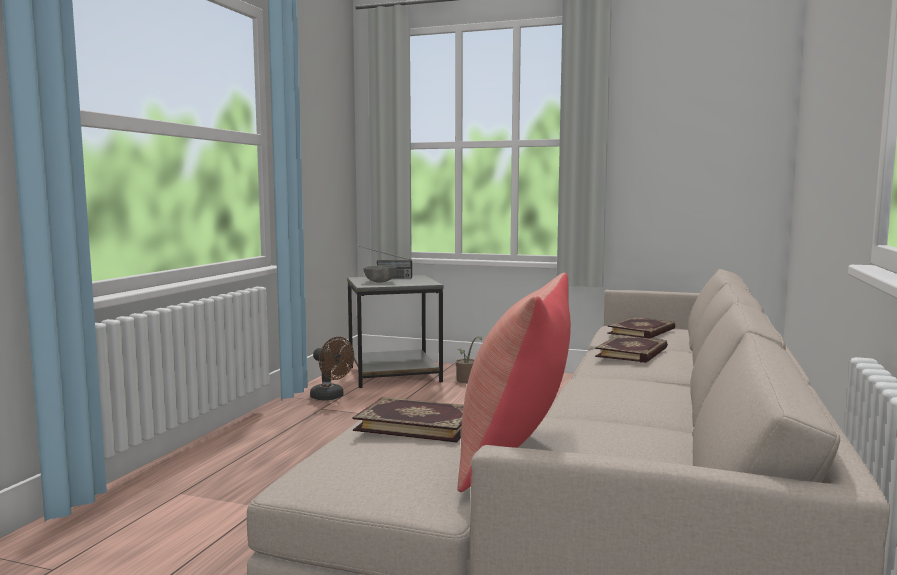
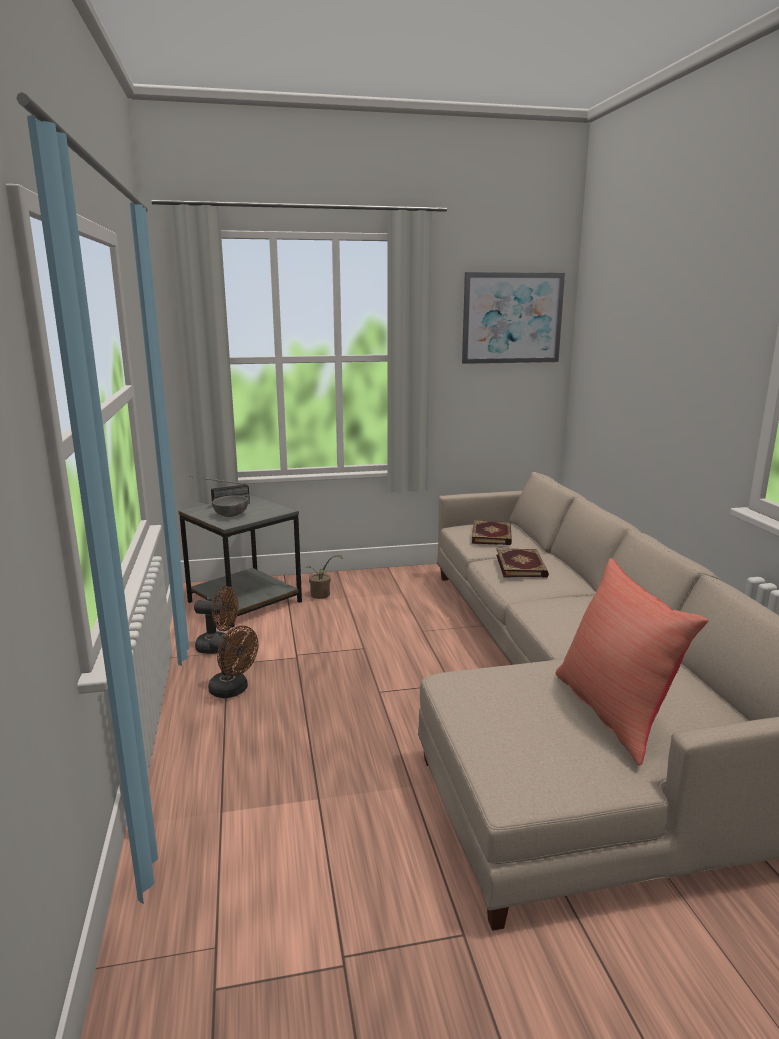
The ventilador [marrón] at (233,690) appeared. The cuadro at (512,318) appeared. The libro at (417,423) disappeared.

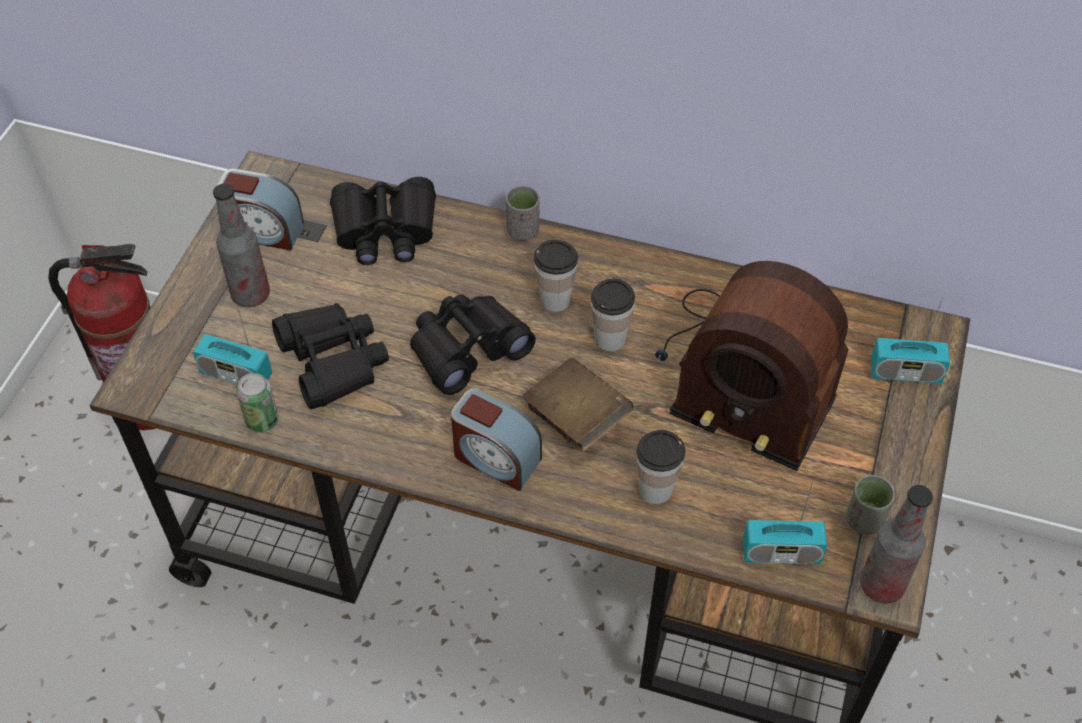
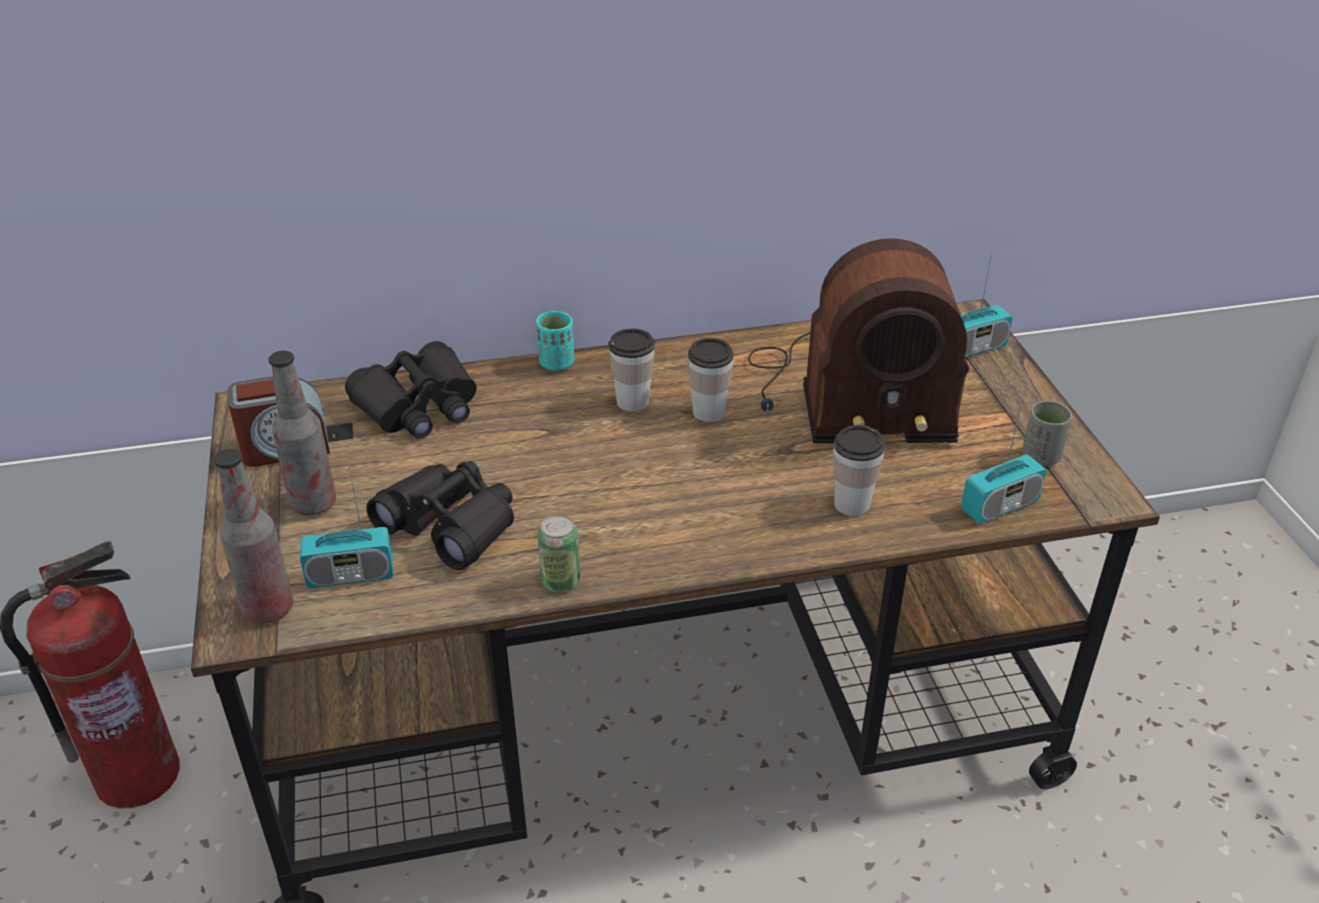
The botella moved from (881,585) to (268,609). The taza [gris] at (523,231) became the taza [turquesa] at (556,363). The lata moved from (262,421) to (561,581). The prismáticos [negro] at (467,349) disappeared. The despertador at (495,458) disappeared. The libro [marrón] at (576,418) disappeared.

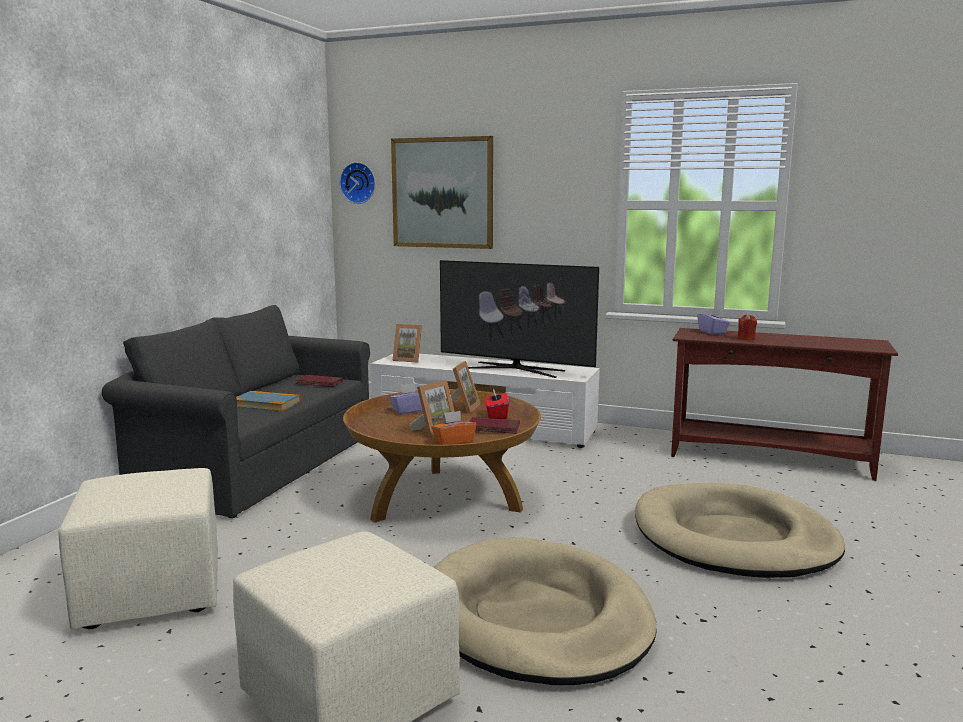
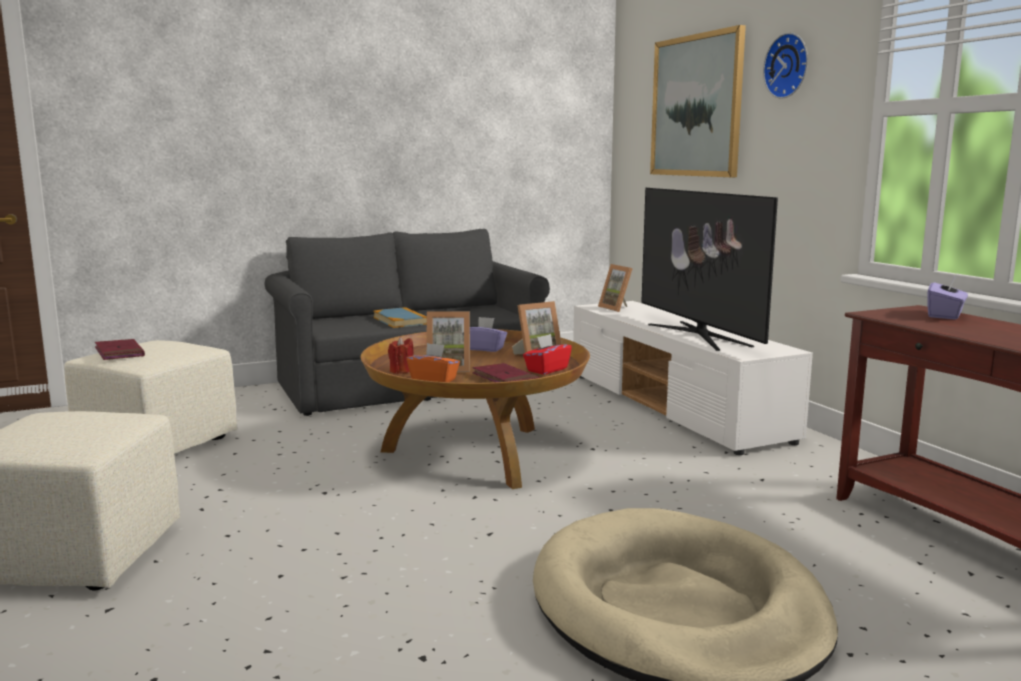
The libro [rojo] moved from (319,383) to (119,353). The vela [rojo] moved from (746,339) to (401,371). The reloj de pared moved from (359,183) to (789,66). The cama para perro [beis] at (536,617) disappeared.

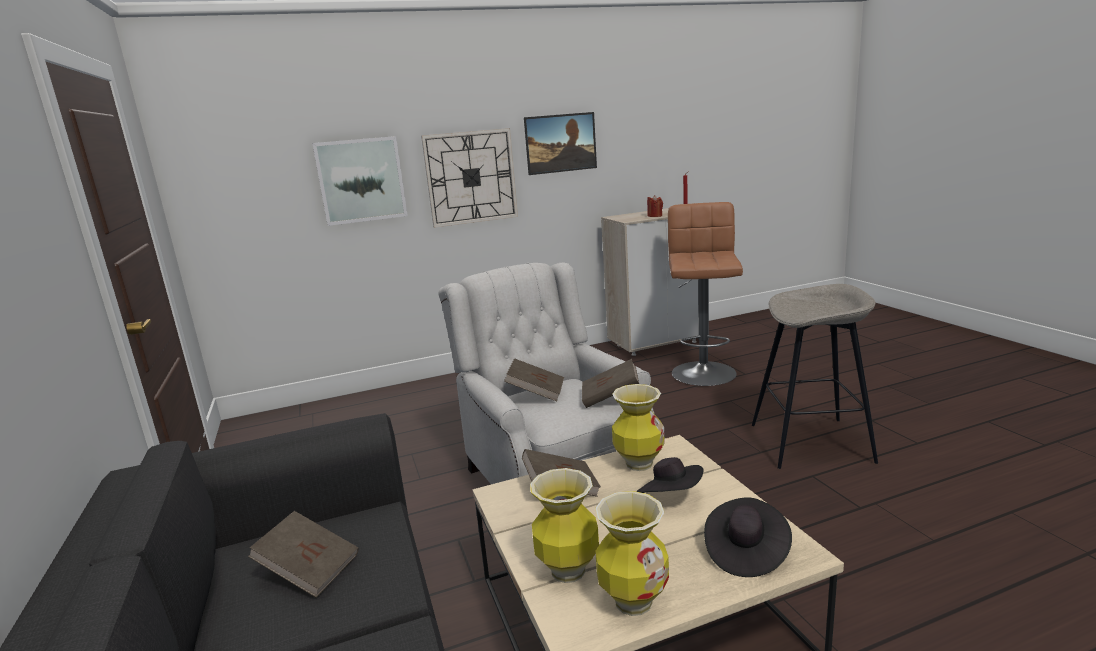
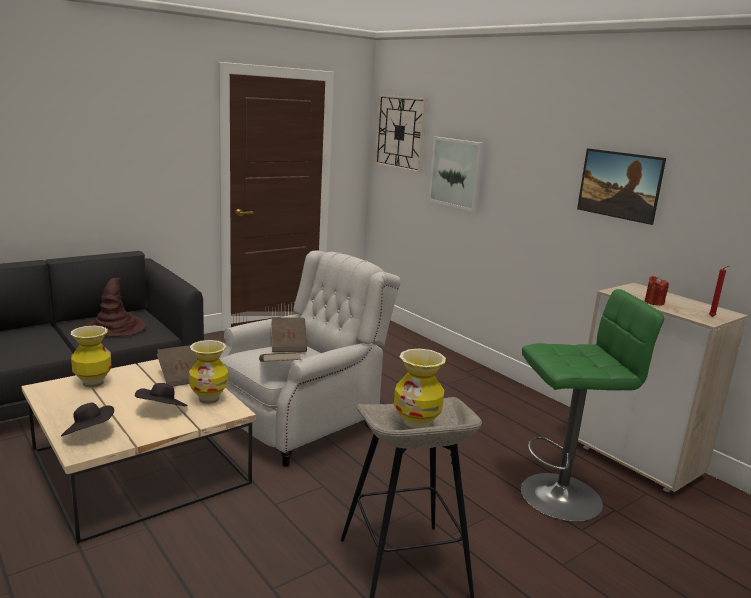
The libro [marrón] at (309,569) was replaced by the sombrero [marrón] at (115,327). The reloj de pared moved from (471,177) to (400,132). The florero moved from (633,601) to (416,426). The taburete [marrón] at (704,373) became the taburete [verde] at (562,497).

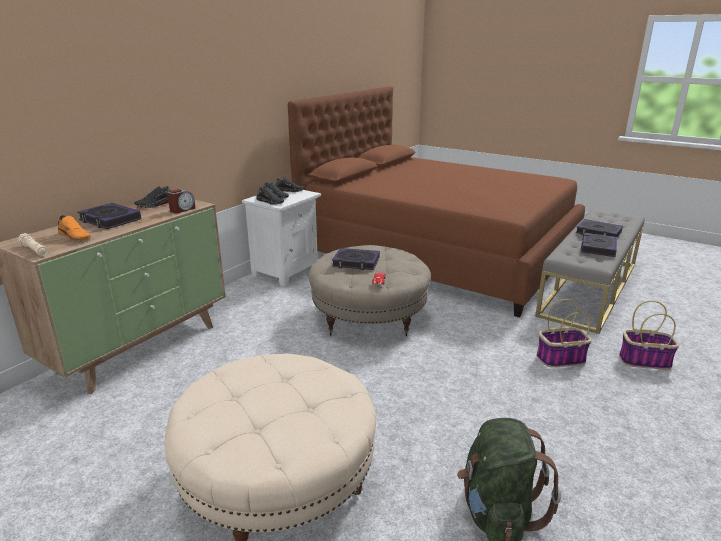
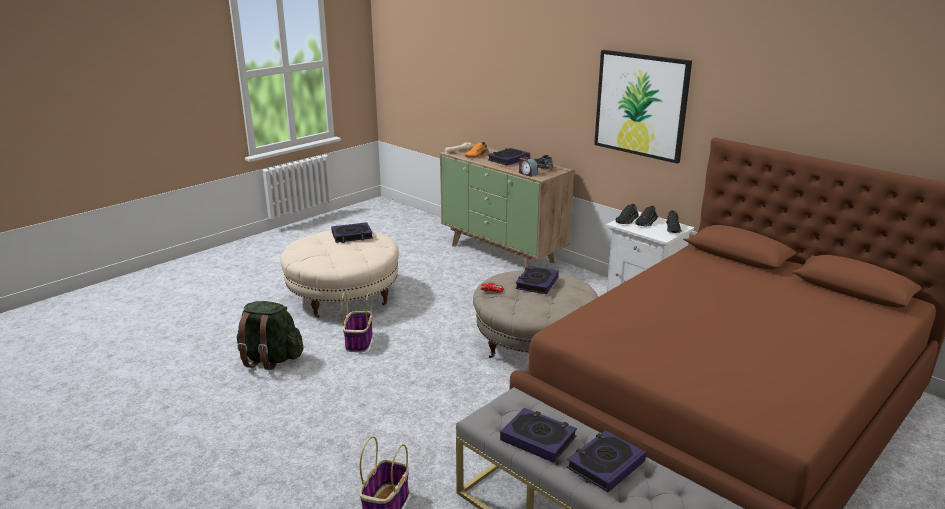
The libro at (352,236) appeared. The cesta moved from (560,359) to (359,341). The cuadro at (641,105) appeared.

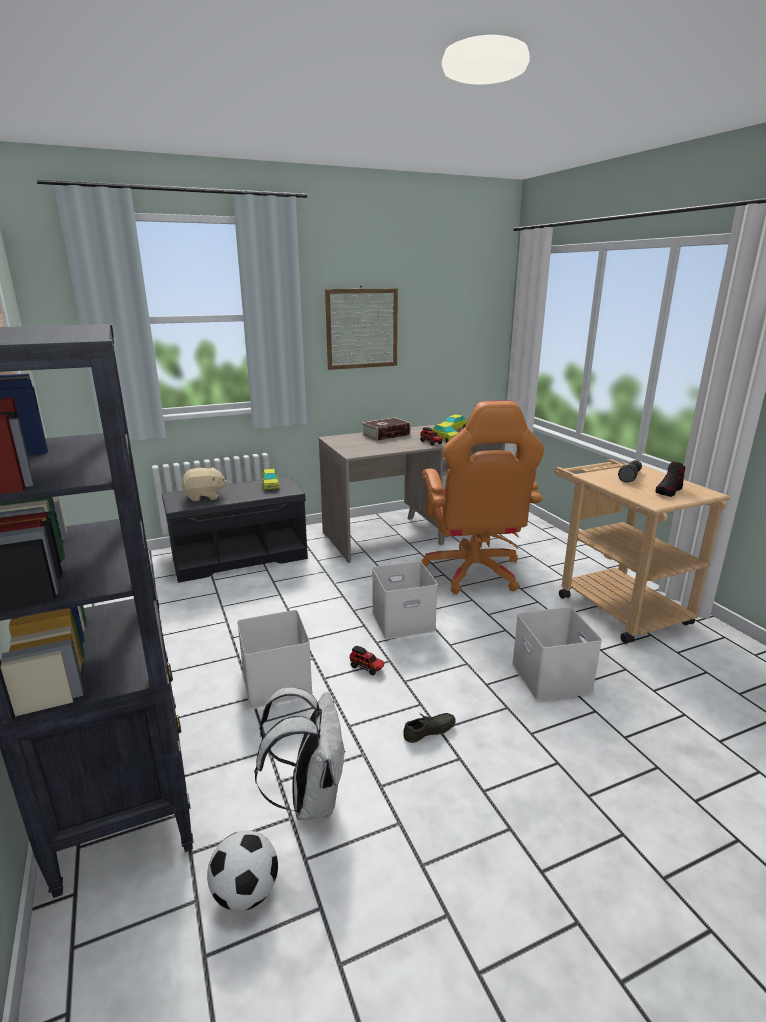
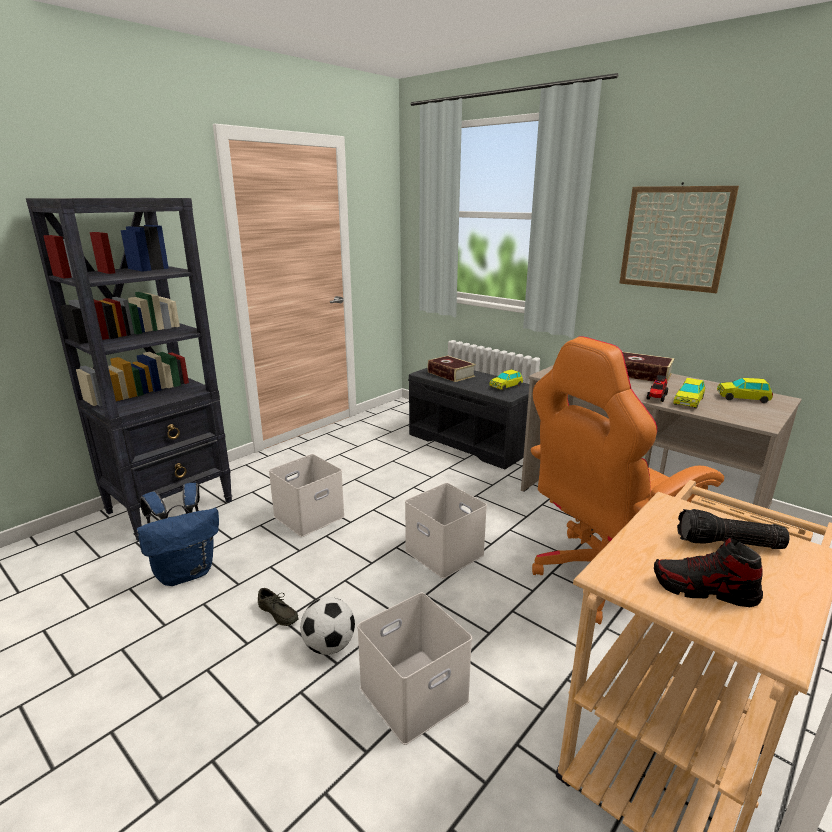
The mochila [blanco] at (310,797) became the mochila [azul] at (186,572). The balón de fútbol moved from (246,892) to (329,645). The peluche [beis] at (204,496) was replaced by the libro at (451,374). The camión de juguete at (367,667) disappeared.

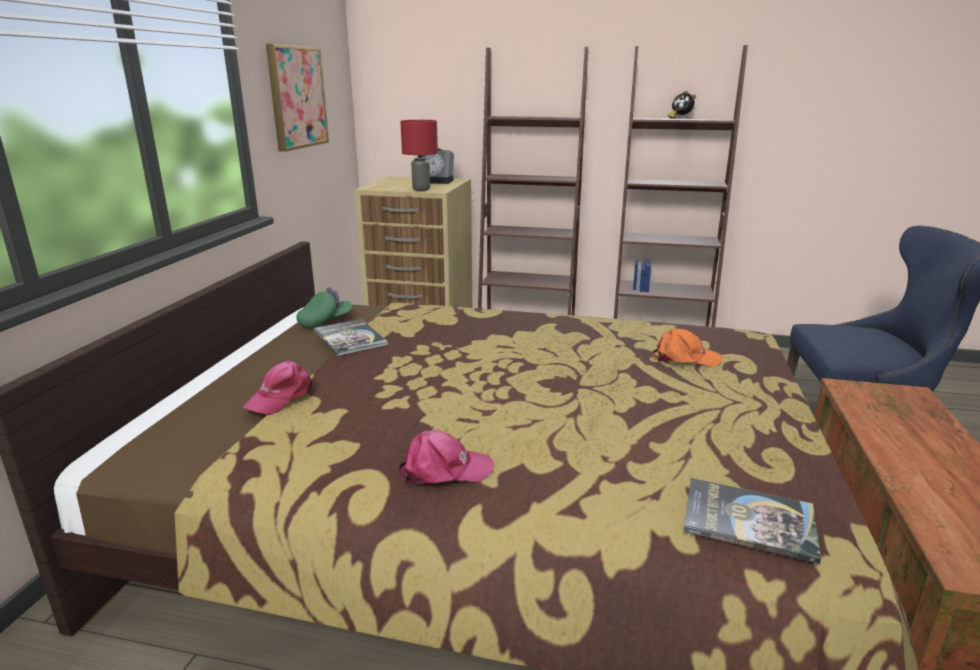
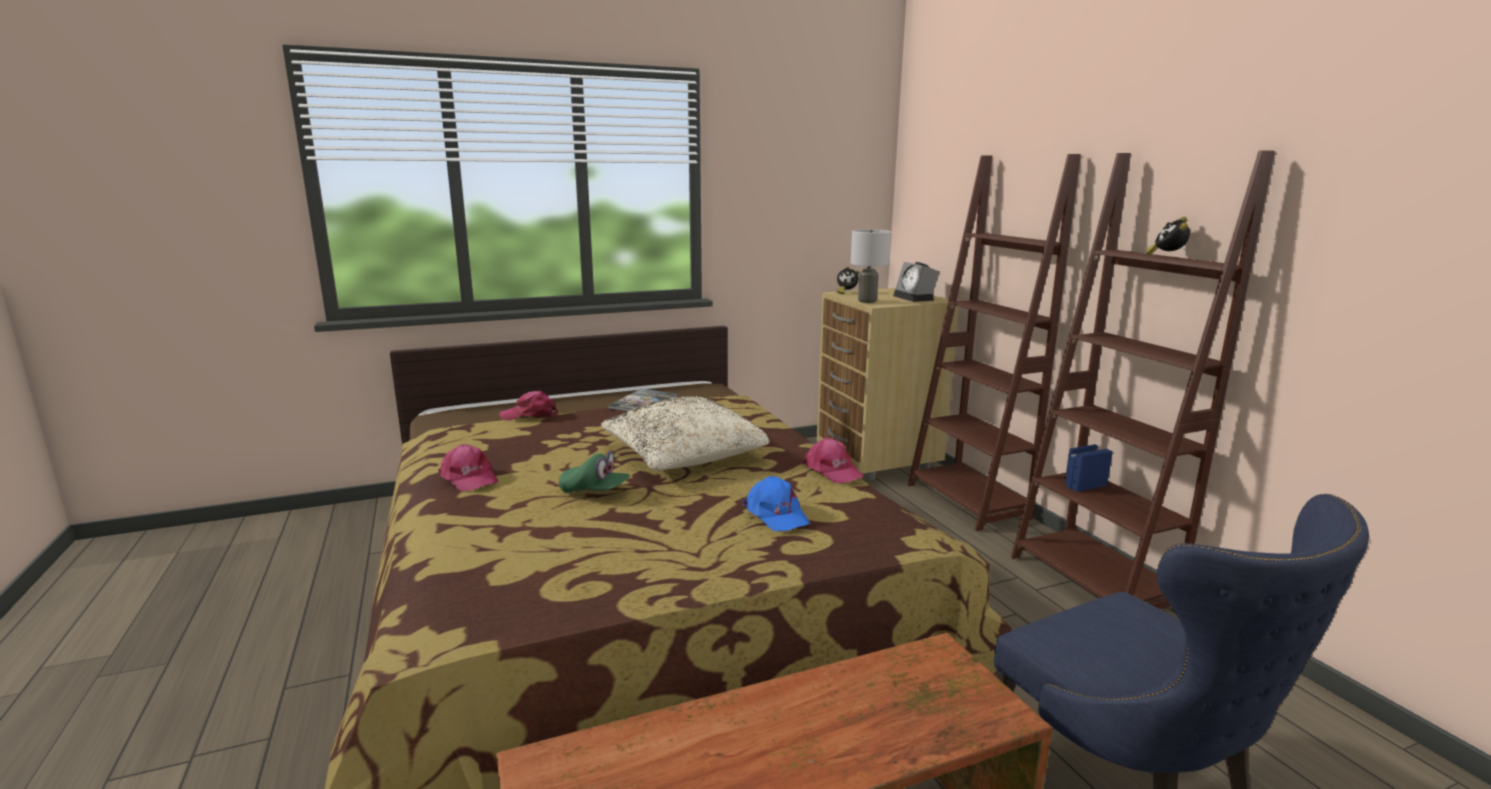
The gorra [verde] moved from (325,321) to (595,491). The cojín [beis] at (686,452) appeared. The gorra [naranja] at (684,358) became the gorra [azul] at (776,514). The gorra [rosa] at (832,470) appeared. The despertador at (846,292) appeared. The lámpara de mesa [rojo] at (421,189) became the lámpara de mesa [blanco] at (868,301). The cuadro at (297,97) disappeared. The libro at (749,520) disappeared.

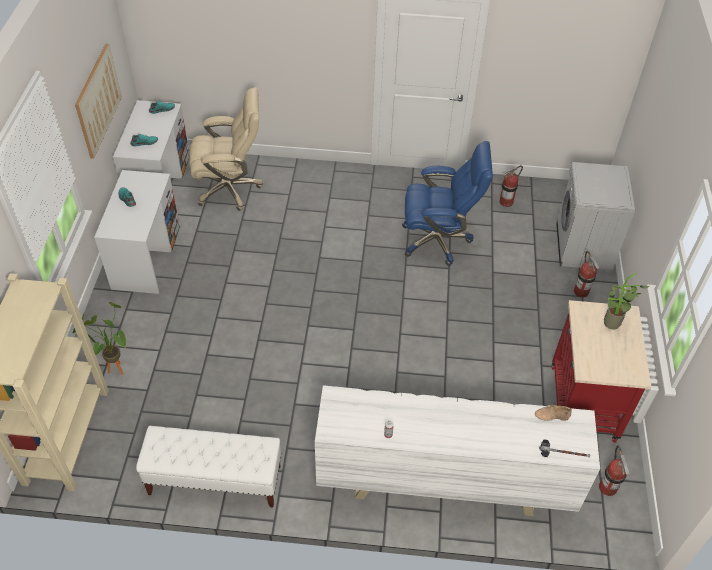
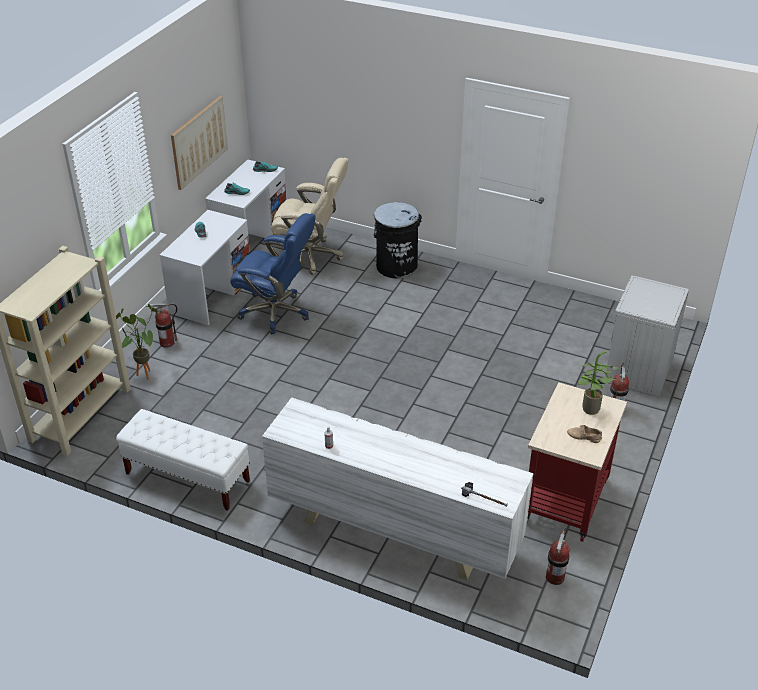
The extintor moved from (506,202) to (167,342). The silla de oficina [azul] moved from (438,242) to (276,314). The papelera [negro] at (396,266) appeared. The zapato [beis] moved from (552,416) to (583,437).

